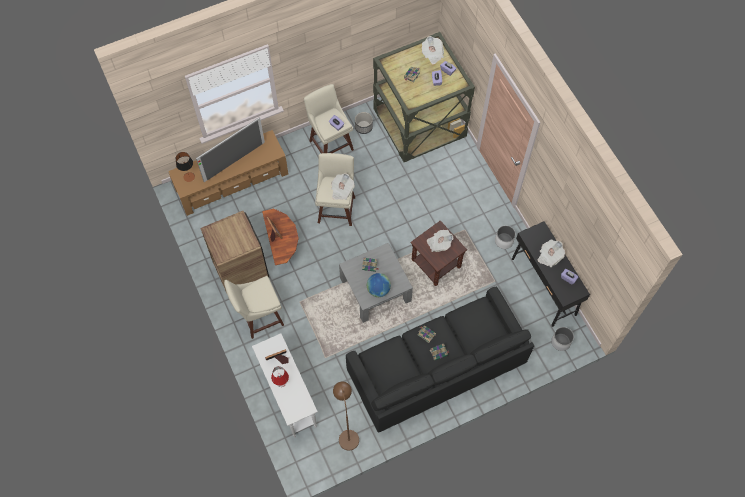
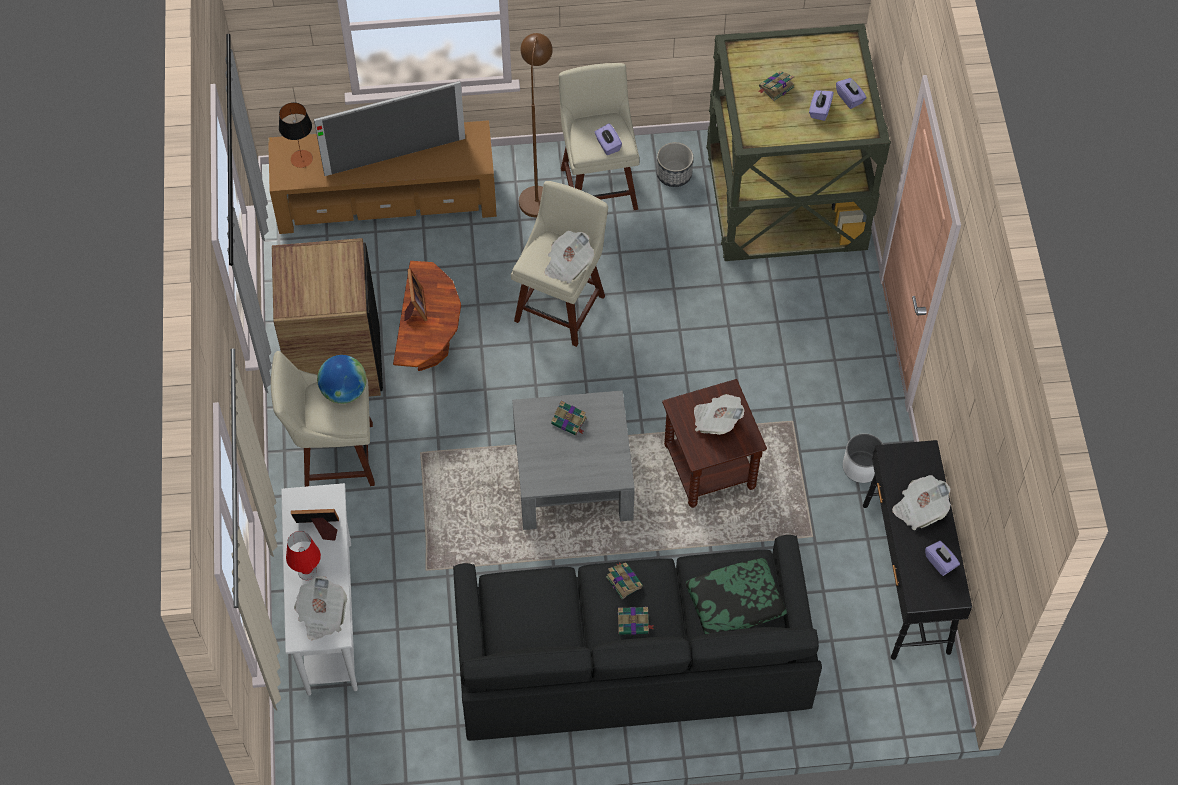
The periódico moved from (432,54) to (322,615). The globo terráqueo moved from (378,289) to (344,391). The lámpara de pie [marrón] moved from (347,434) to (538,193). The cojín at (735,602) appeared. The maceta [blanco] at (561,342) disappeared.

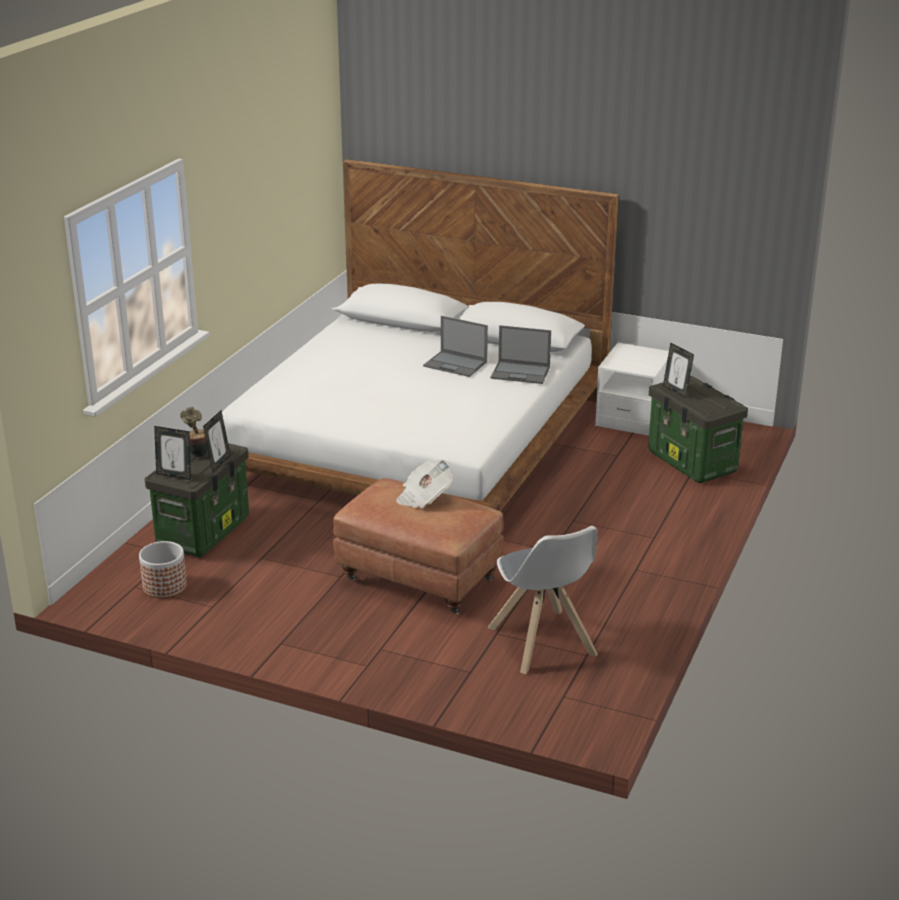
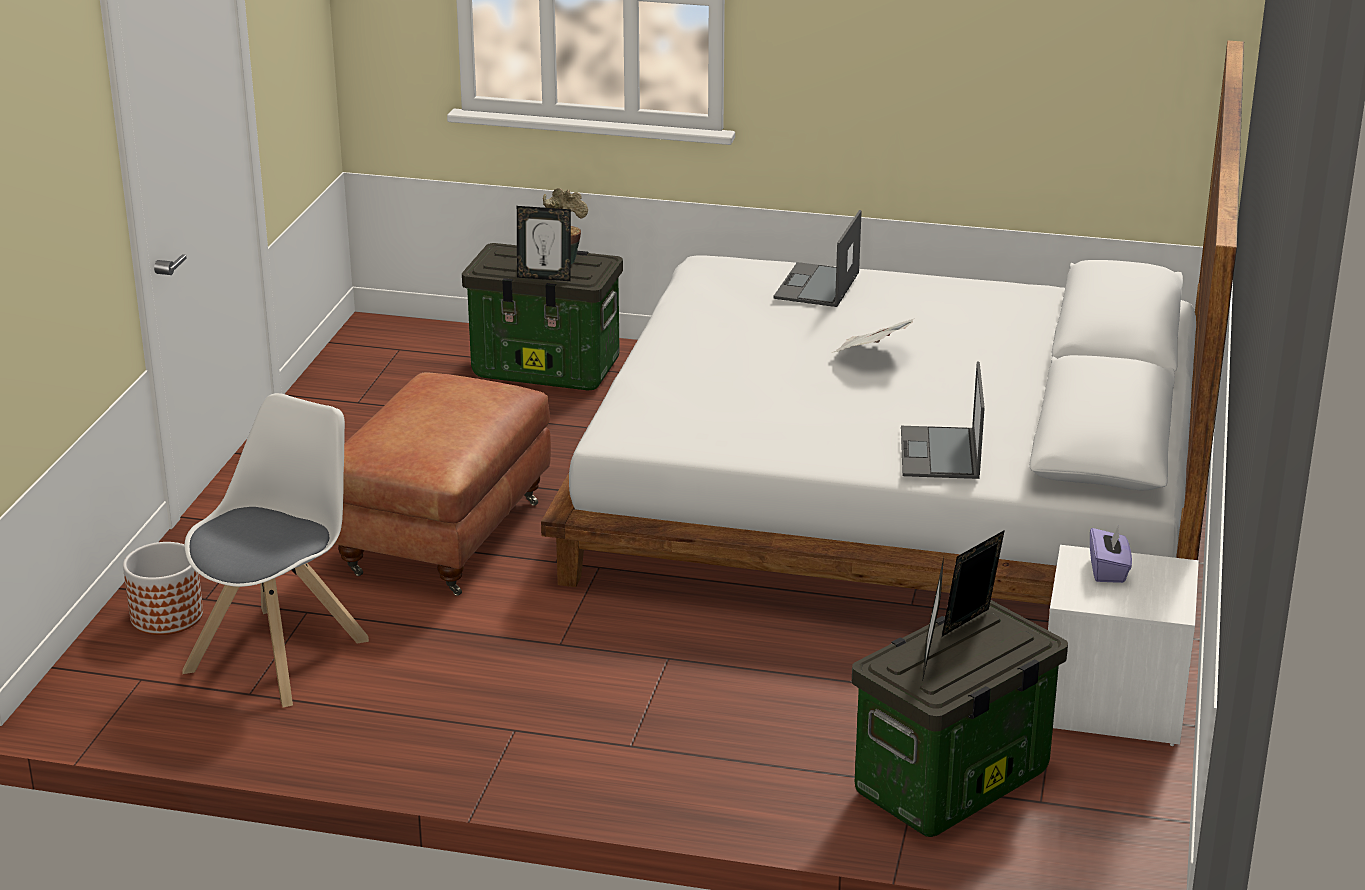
The maceta moved from (165,586) to (167,617). The silla at (543,643) turned 150 degrees clockwise. The portátil moved from (456,364) to (817,286). The periódico moved from (424,498) to (872,356). The portarretratos moved from (174,475) to (930,661). The caja de pañuelos [morado] at (1108,570) appeared.

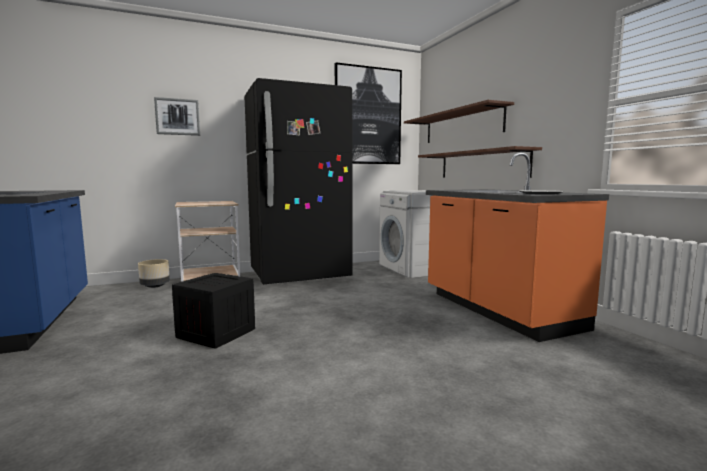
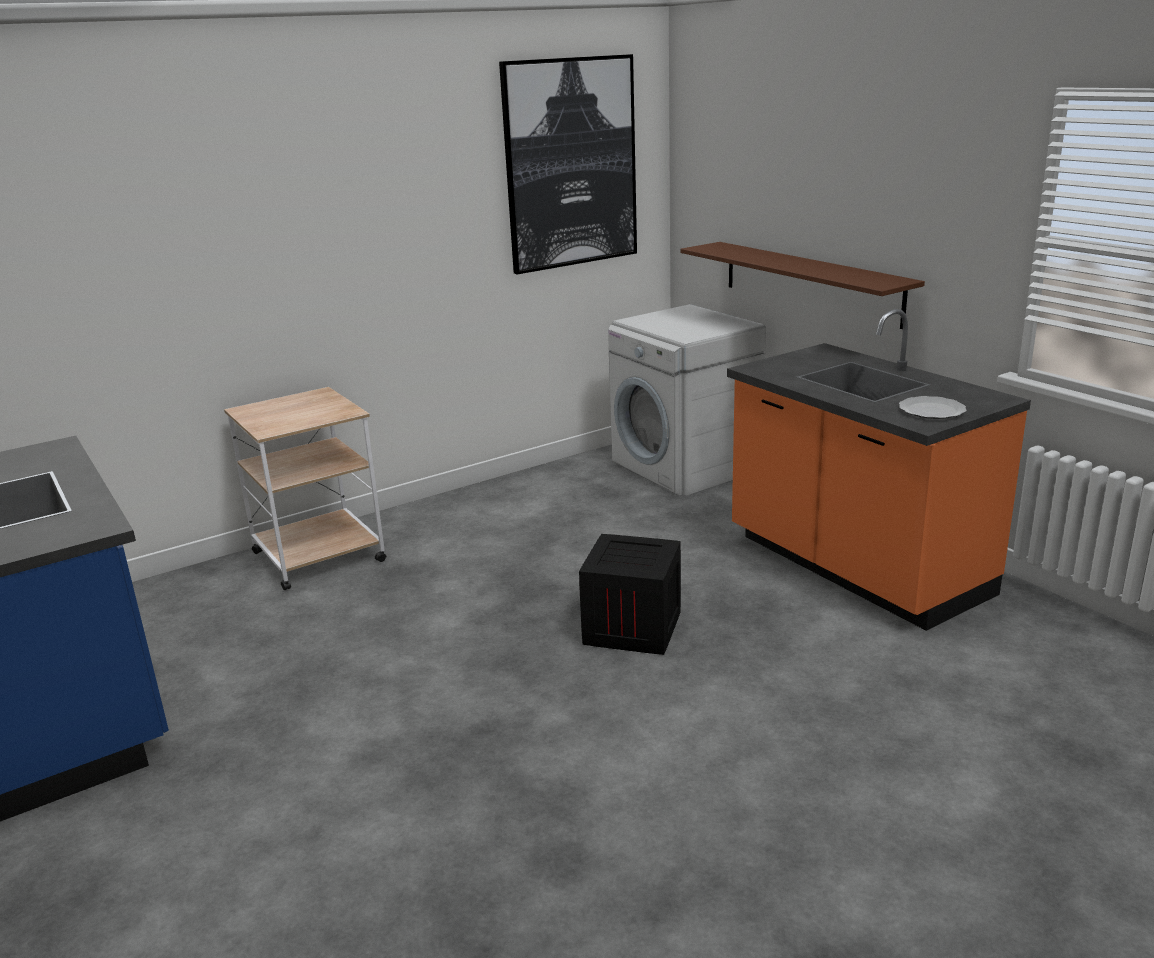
The caja de embalaje moved from (217,333) to (634,628). The maceta [beis] at (155,286) disappeared. The cuadro at (177,117) disappeared. The nevera [negro] at (300,276) disappeared. The estante [marrón] at (462,126) disappeared.

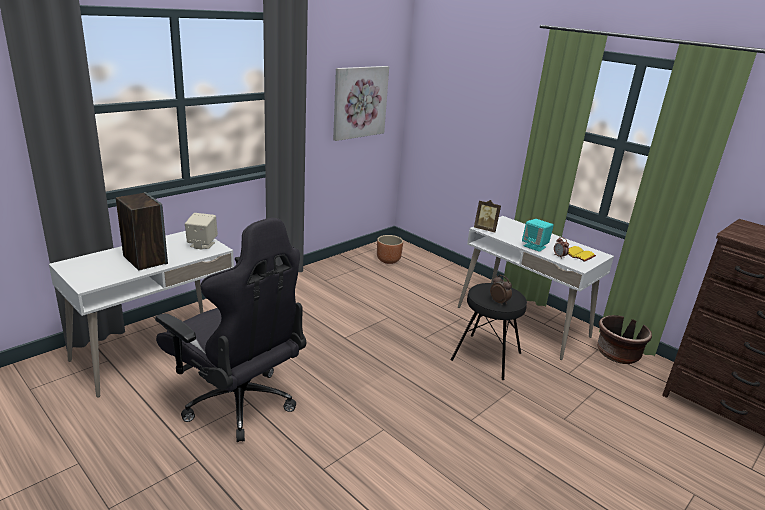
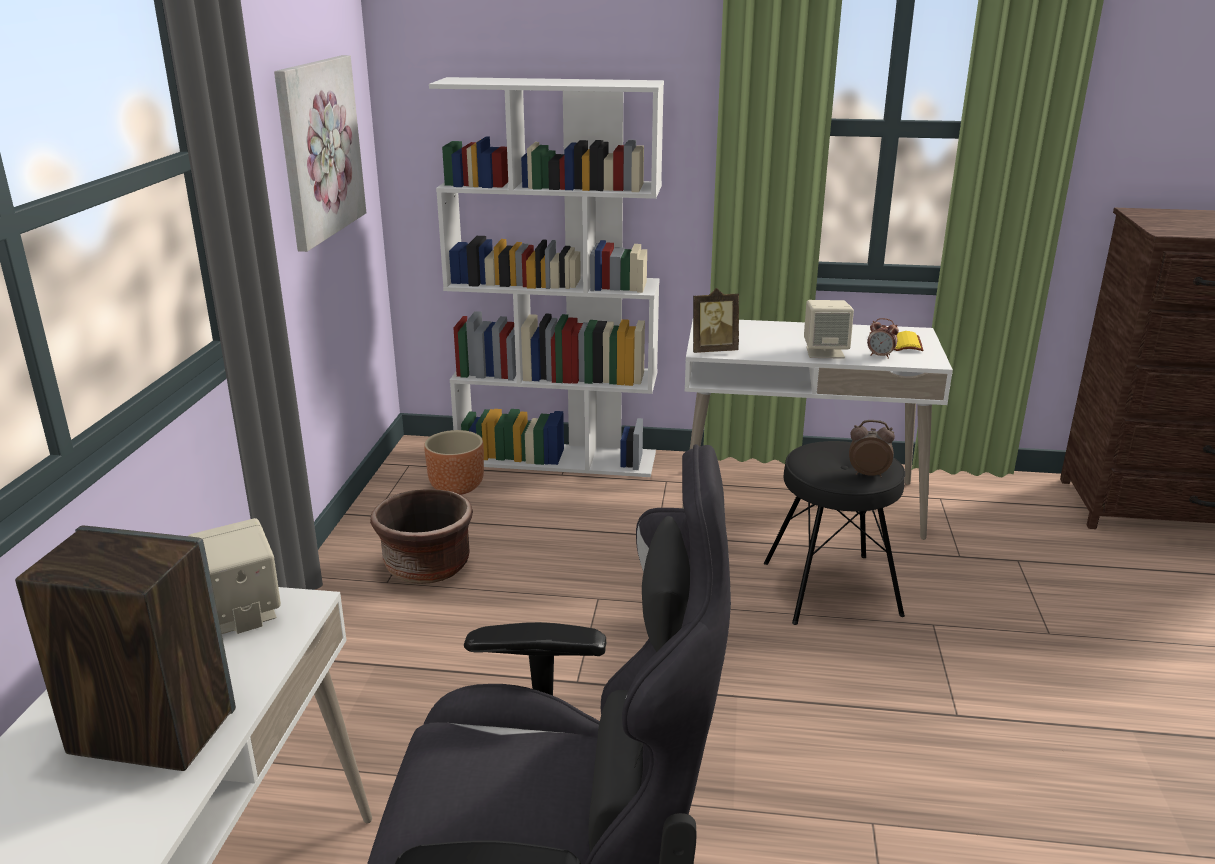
The maceta [marrón] moved from (617,354) to (427,567). The estantería [blanco] at (558,458) appeared. The altavoz [turquesa] at (535,246) became the altavoz [beis] at (825,352).

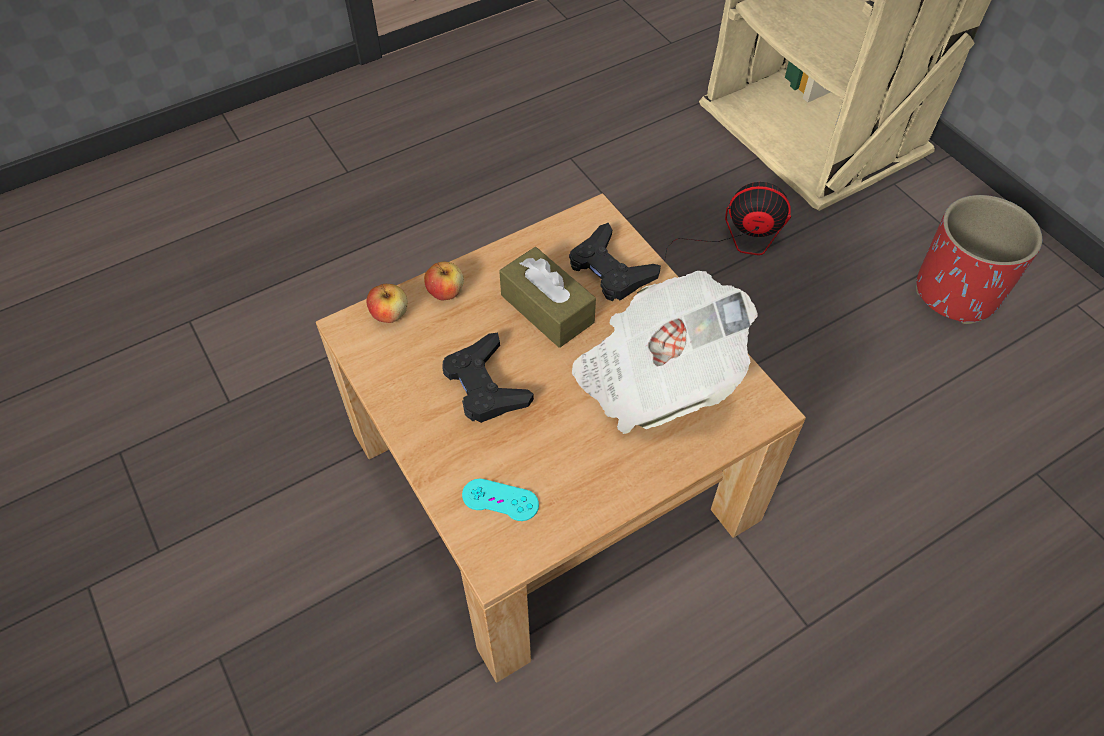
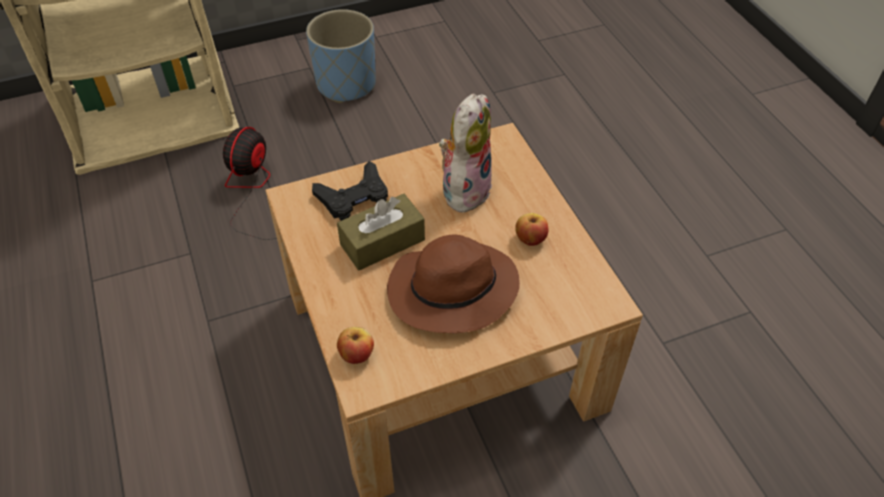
The maceta [rojo] at (956,292) became the maceta [azul] at (346,84). The mando de consola [negro] at (485,385) was replaced by the sombrero [marrón] at (451,292). The periódico at (656,376) was replaced by the peluche at (464,188). The manzana moved from (445,292) to (530,239). The mando de consola [turquesa] at (500,500) disappeared.

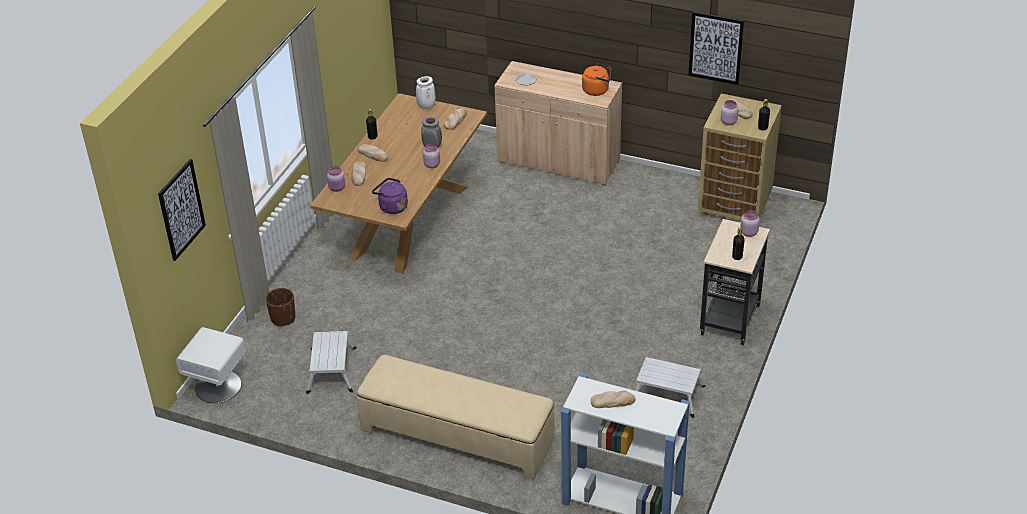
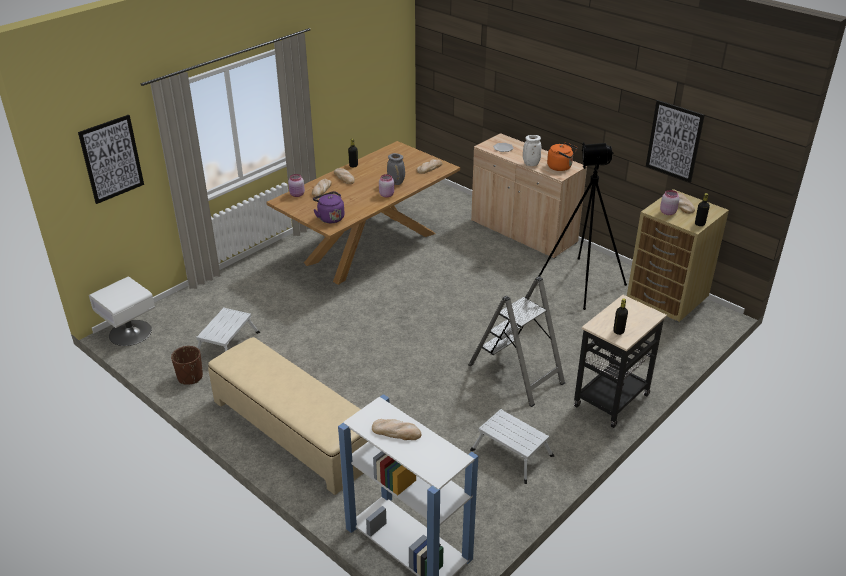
The maceta [marrón] moved from (283,318) to (190,377). The escalera de tijera [gris] at (516,374) appeared. The florero [blanco] moved from (426,106) to (530,164). The lámpara de pie [negro] at (580,283) appeared. The tarro [rosa] at (748,233) disappeared.

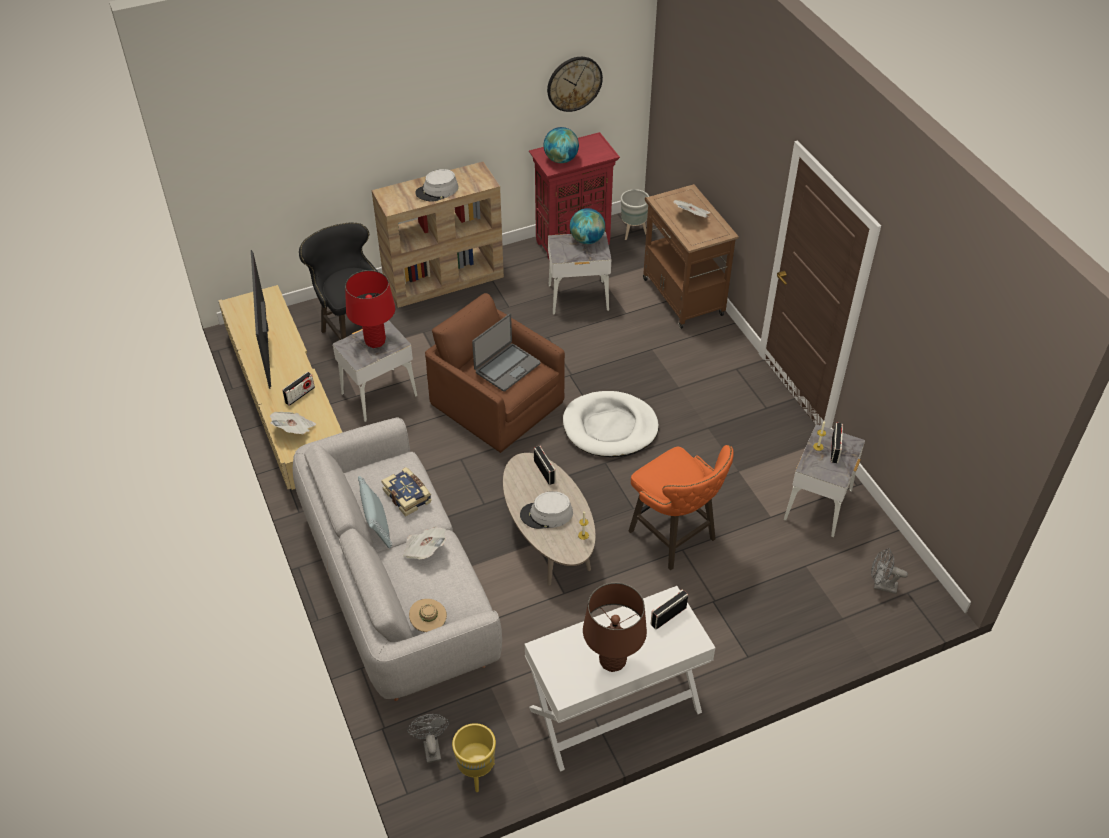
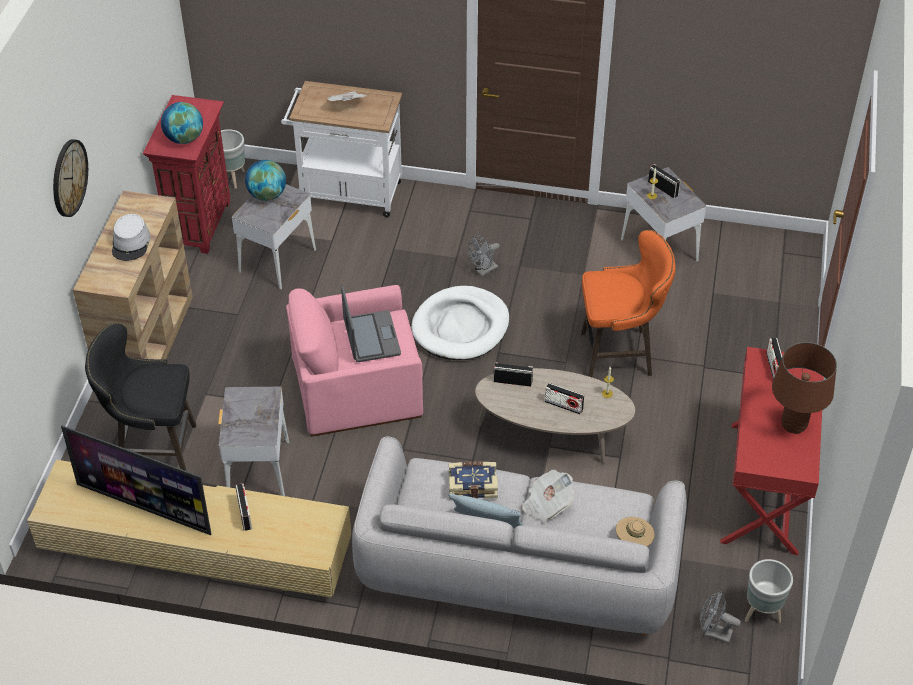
The reloj de pared moved from (574,83) to (69,178). The carrito [marrón] at (681,295) became the carrito [blanco] at (347,193). The sillón [marrón] at (497,403) became the sillón [rosa] at (357,387). The ventilador [gris] moved from (881,585) to (483,271). The sombrero [gris] at (546,514) was replaced by the radio at (563,405). The mesa consola [blanco] at (615,710) became the mesa consola [rojo] at (764,487). The maceta [amarillo] at (476,772) became the maceta [gris] at (761,612). The periódico at (294,430) disappeared. The lámpara de mesa [rojo] at (375,341) disappeared.

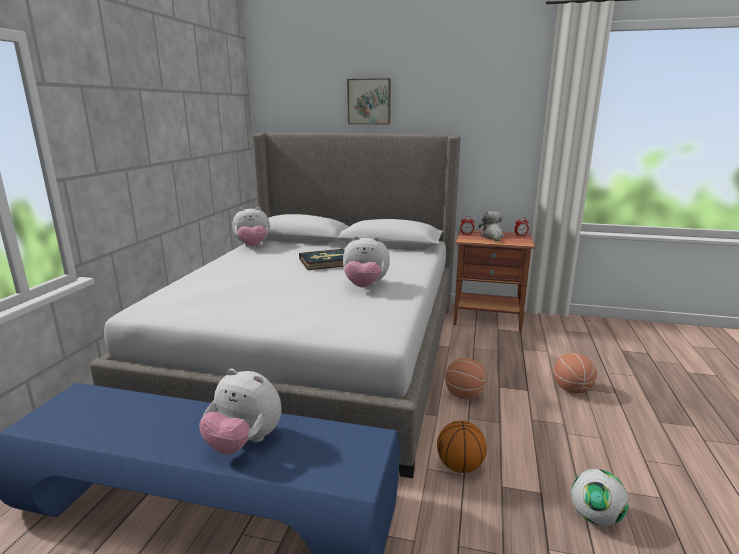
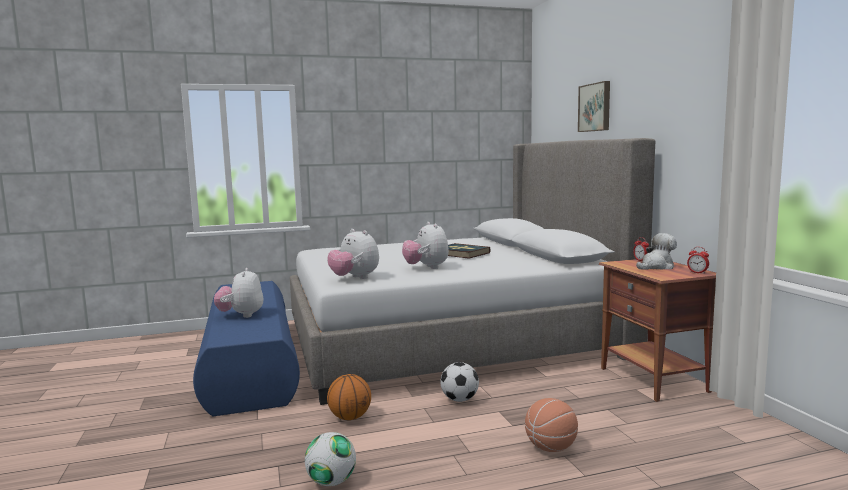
The peluche moved from (253,246) to (354,278). The balón de baloncesto at (464,395) was replaced by the balón de fútbol at (459,399).

